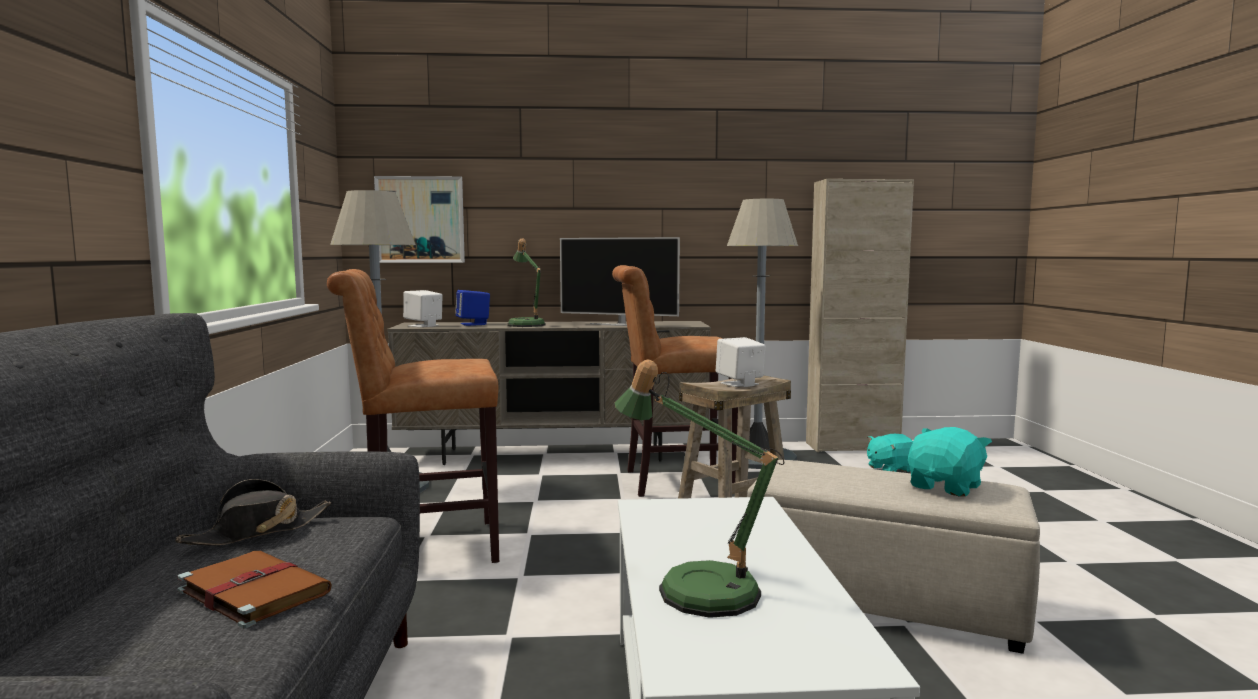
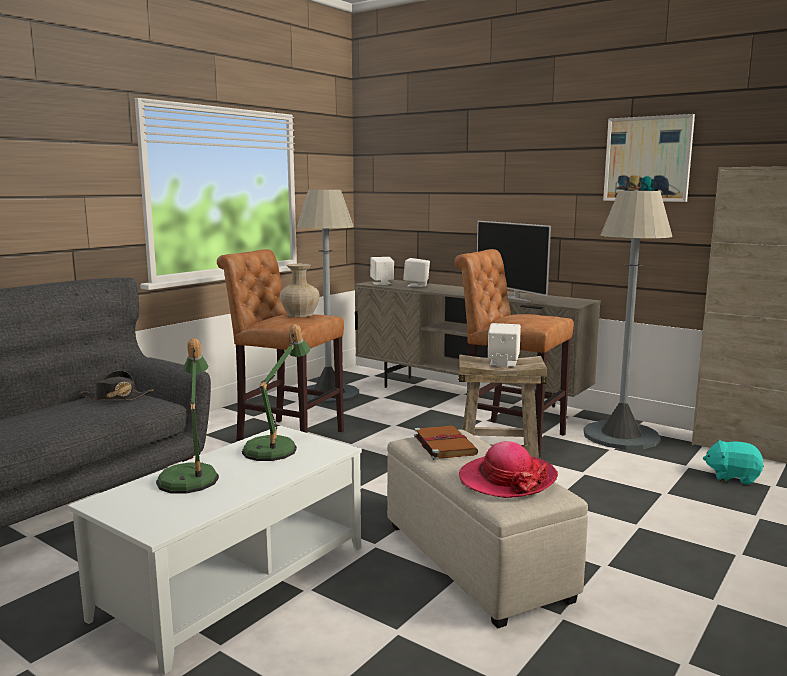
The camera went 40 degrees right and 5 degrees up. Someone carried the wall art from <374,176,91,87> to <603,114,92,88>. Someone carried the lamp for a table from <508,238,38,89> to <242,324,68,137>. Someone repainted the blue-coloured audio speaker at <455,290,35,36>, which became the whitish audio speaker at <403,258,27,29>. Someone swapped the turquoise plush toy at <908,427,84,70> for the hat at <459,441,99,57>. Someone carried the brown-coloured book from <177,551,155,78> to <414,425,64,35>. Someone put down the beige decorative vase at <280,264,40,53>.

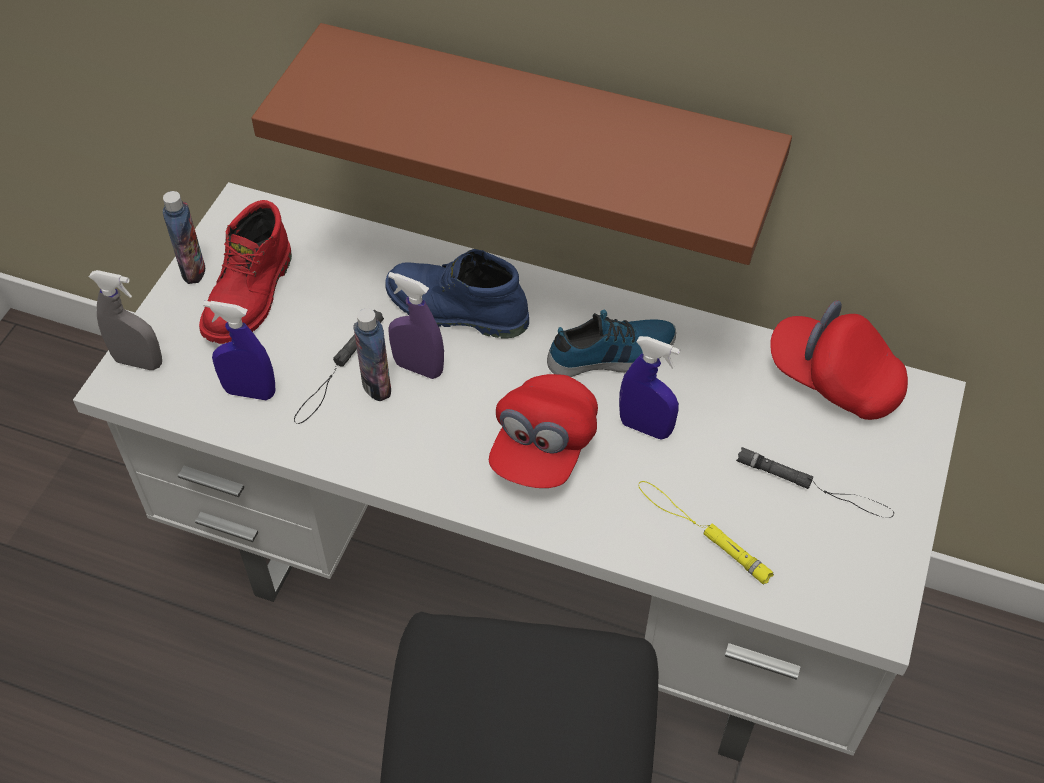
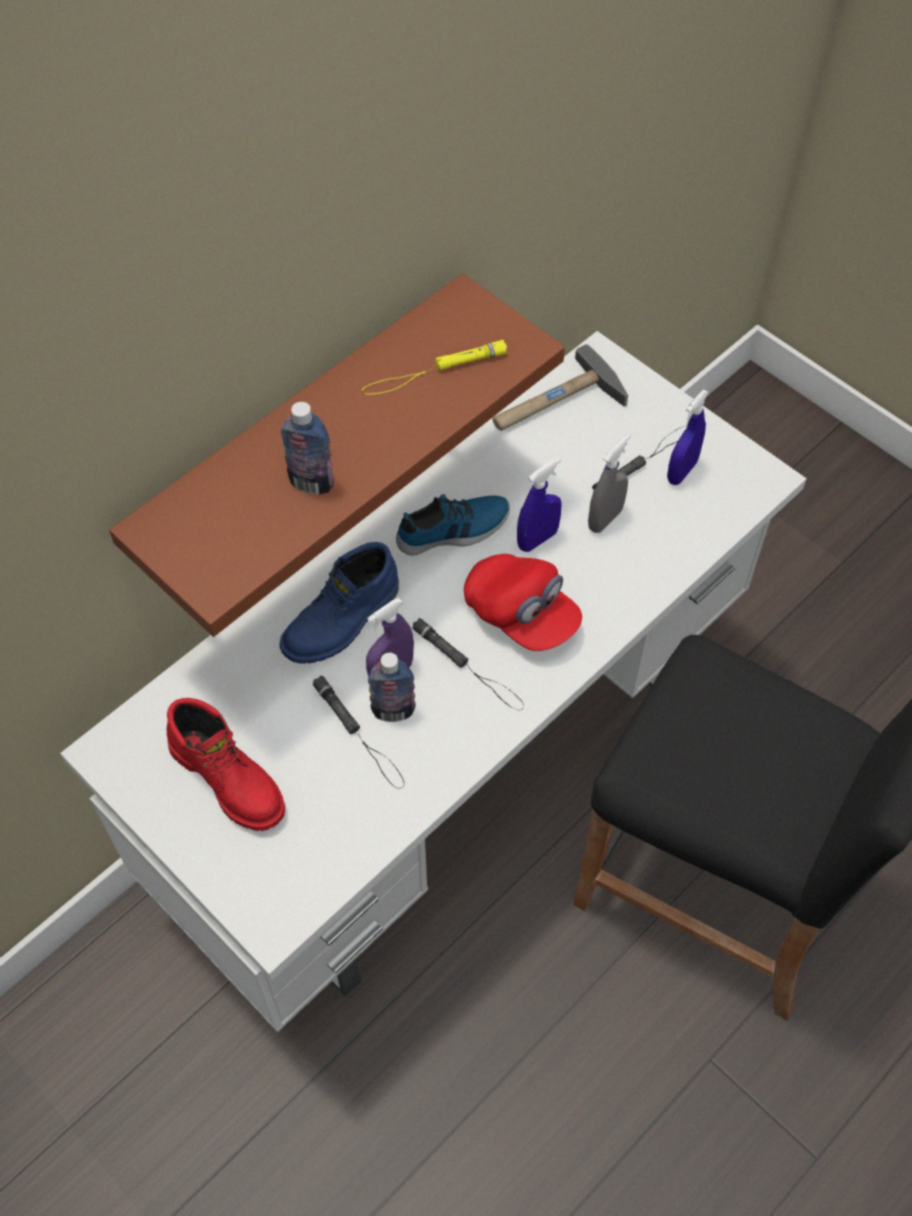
The camera went 65 degrees left and 5 degrees up. Someone carried the drink bottle from <163,191,42,93> to <281,402,54,92>. Someone carried the gray sprayer from <89,270,73,100> to <588,434,43,99>. Someone swapped the red baseball cap at <770,300,138,120> for the hammer at <493,344,135,87>. Someone carried the blue-coloured sprayer from <203,301,72,99> to <667,389,42,96>. Someone rotated the item of footwear at <547,310,129,67> by 60 degrees clockwise. Someone carried the yellowish hand torch from <638,481,136,104> to <362,340,146,55>. Someone put down the blackish hand torch at <412,618,112,92>.

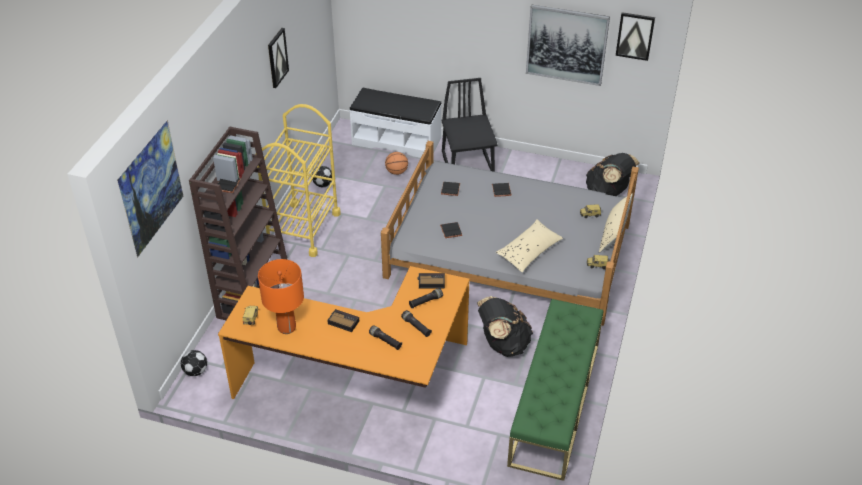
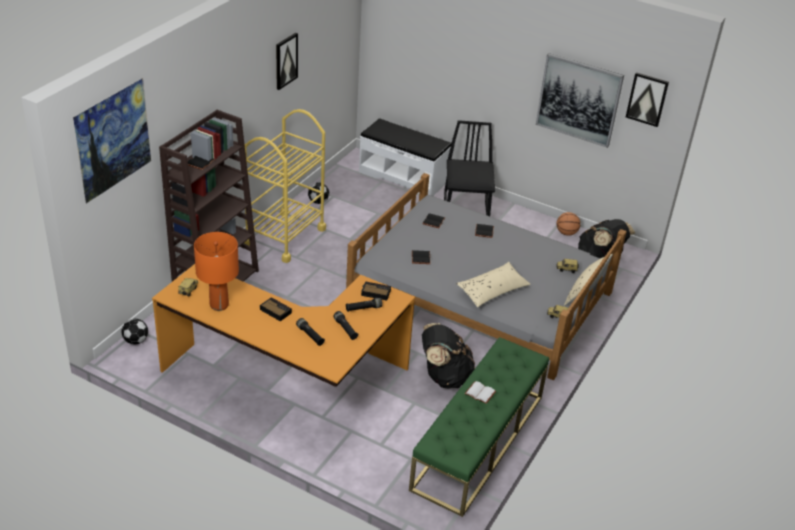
The camera went 10 degrees right and 5 degrees down. Someone carried the basketball ball from <385,152,23,23> to <556,212,25,24>. Someone put down the whitish book at <464,381,32,23>.

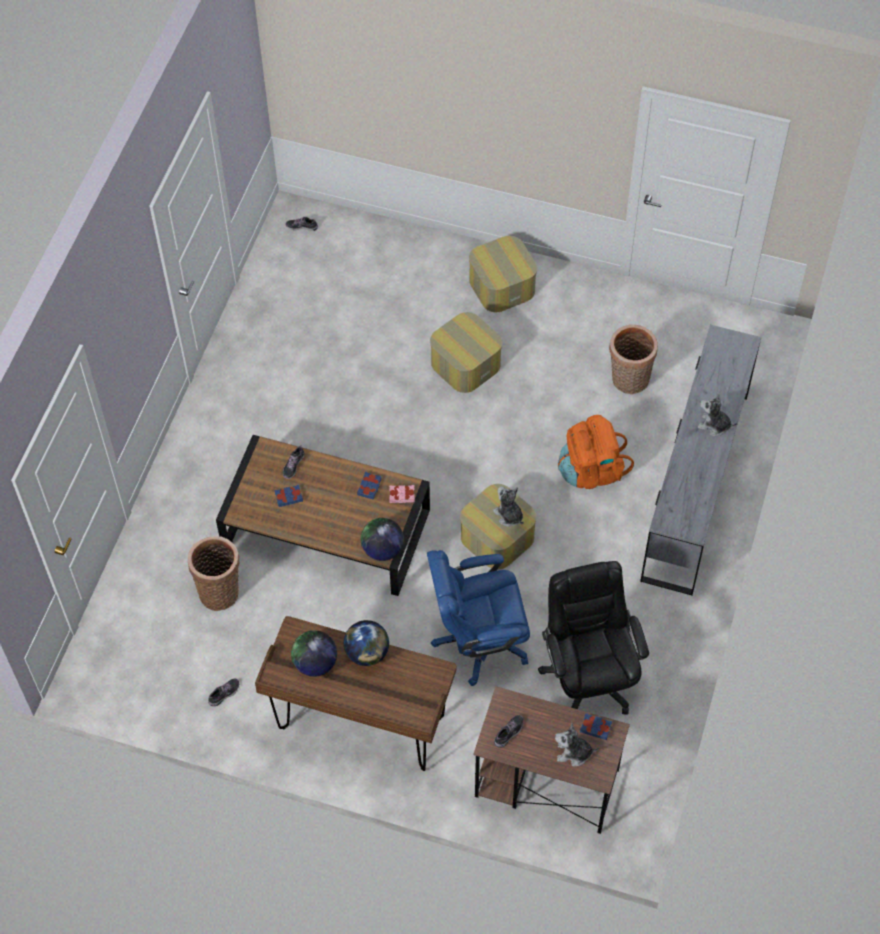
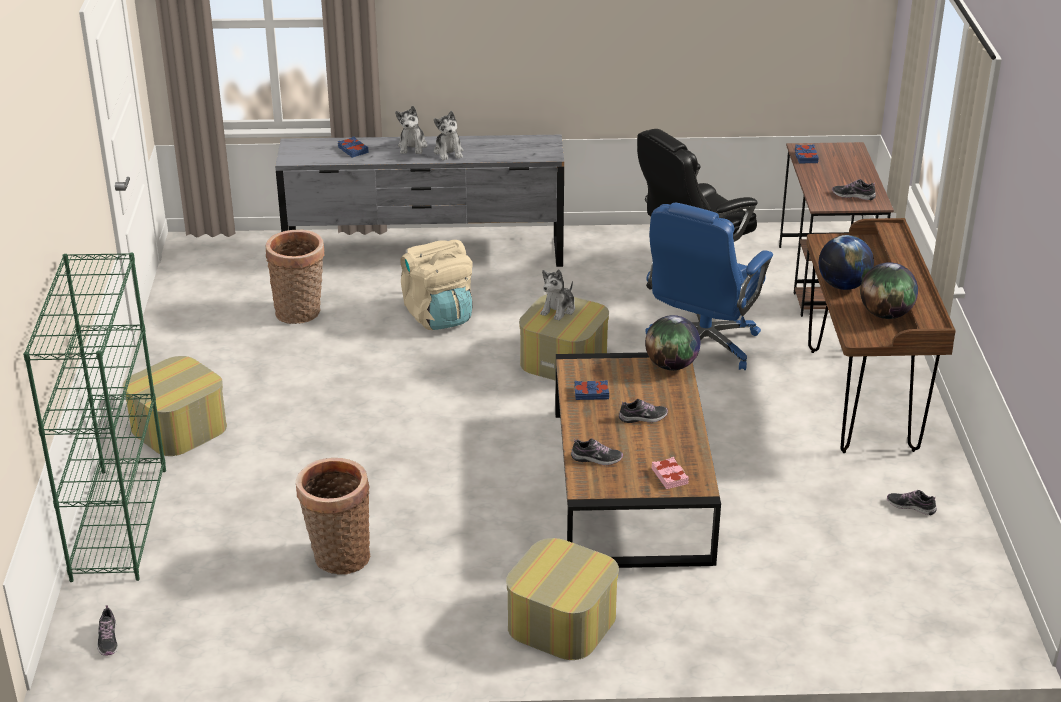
The camera went 110 degrees left and 25 degrees down. Someone carried the pouffe from <430,312,72,81> to <506,538,113,122>. Someone repainted the orange rucksack at <558,415,76,74>, which became the beige rucksack at <400,240,72,90>. Someone carried the blue-coloured book from <274,485,29,22> to <338,137,31,21>. Someone carried the pink book from <389,485,26,18> to <651,457,38,32>. Someone carried the household basket from <188,536,52,75> to <296,458,74,117>. Someone rotated the blue-coloured computer chair at <427,550,103,136> by 60 degrees clockwise. Someone carried the plush toy from <555,723,44,43> to <434,111,29,49>. Someone put down the green bookshelf at <23,253,143,329>. Someone put down the item of footwear at <619,399,49,24>.

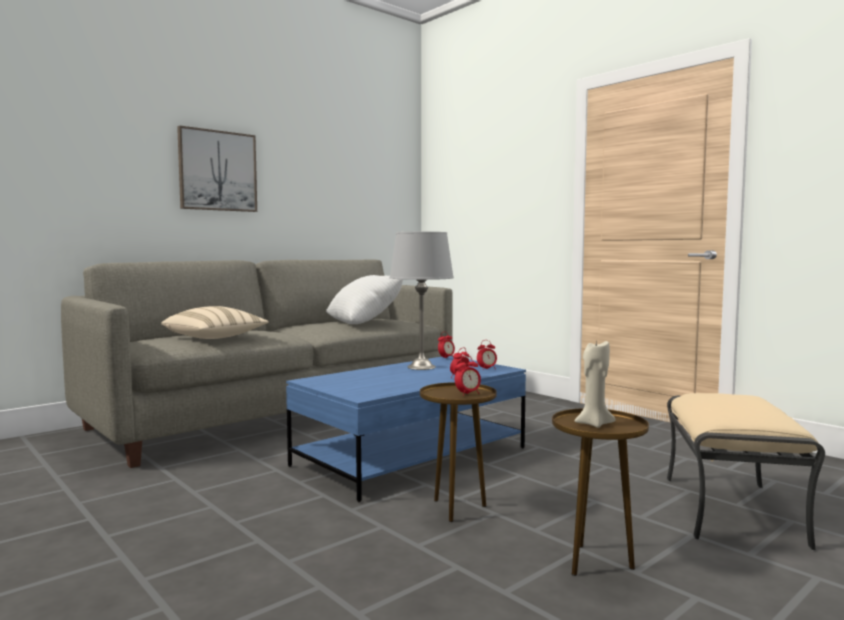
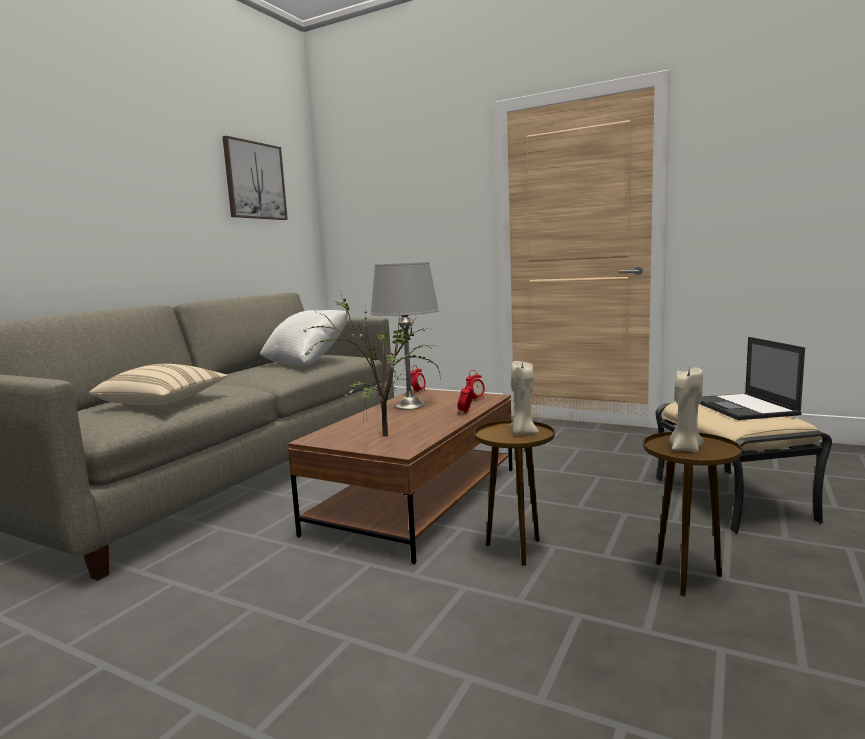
The camera went 20 degrees left and 5 degrees up. Someone carried the wall art from <177,126,80,86> to <222,136,66,84>. Someone repainted the blue-coloured low table at <286,356,240,146>, which became the brown-coloured low table at <288,389,225,175>. Someone swapped the alarm clock at <455,356,26,40> for the beige wax light at <510,361,29,74>. Someone put down the potted plant at <304,295,137,141>. Someone put down the laptop at <700,337,105,83>.

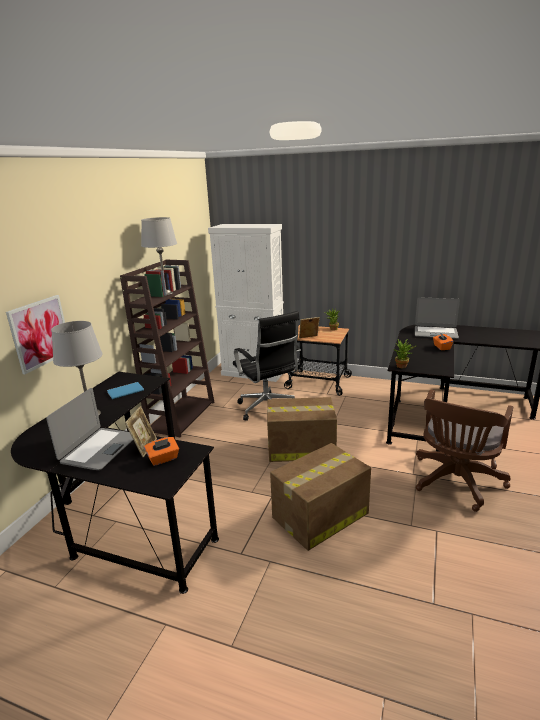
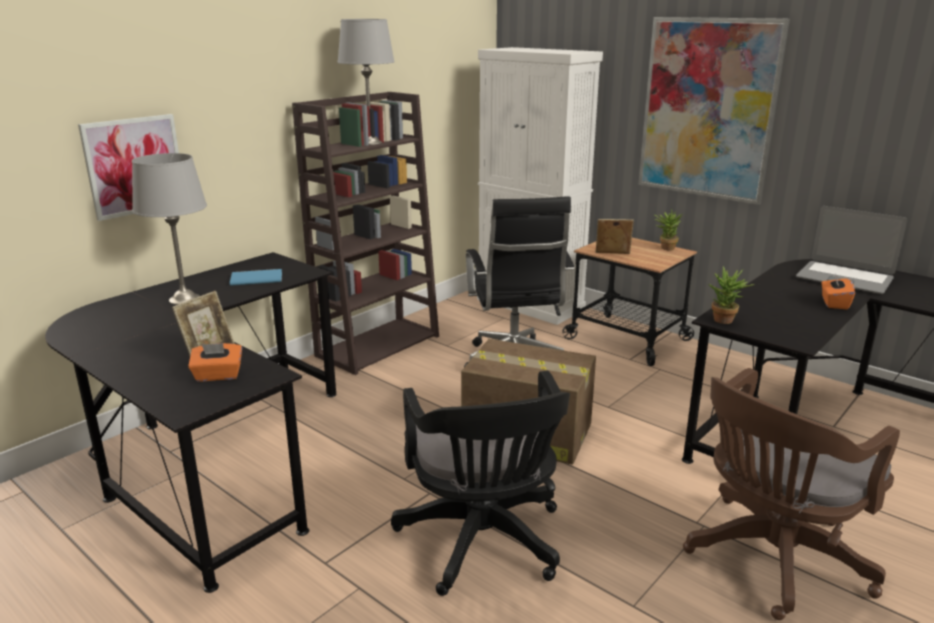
The camera went 20 degrees right and 0 degrees up. Someone took away the laptop at <46,388,87,82>. Someone swapped the cardboard box at <270,443,101,108> for the blackish computer chair at <391,371,179,225>. Someone put up the wall art at <638,17,152,188>.

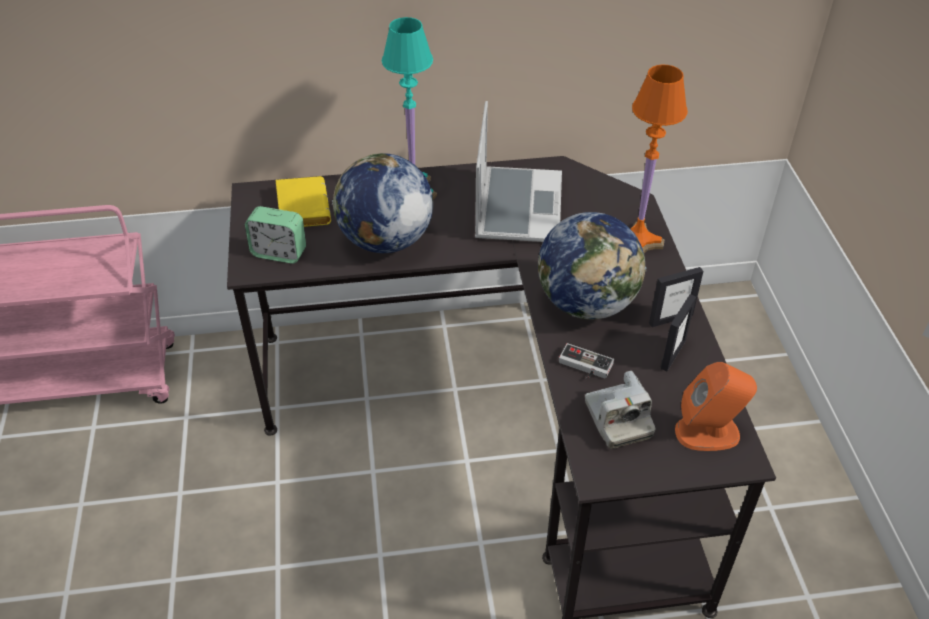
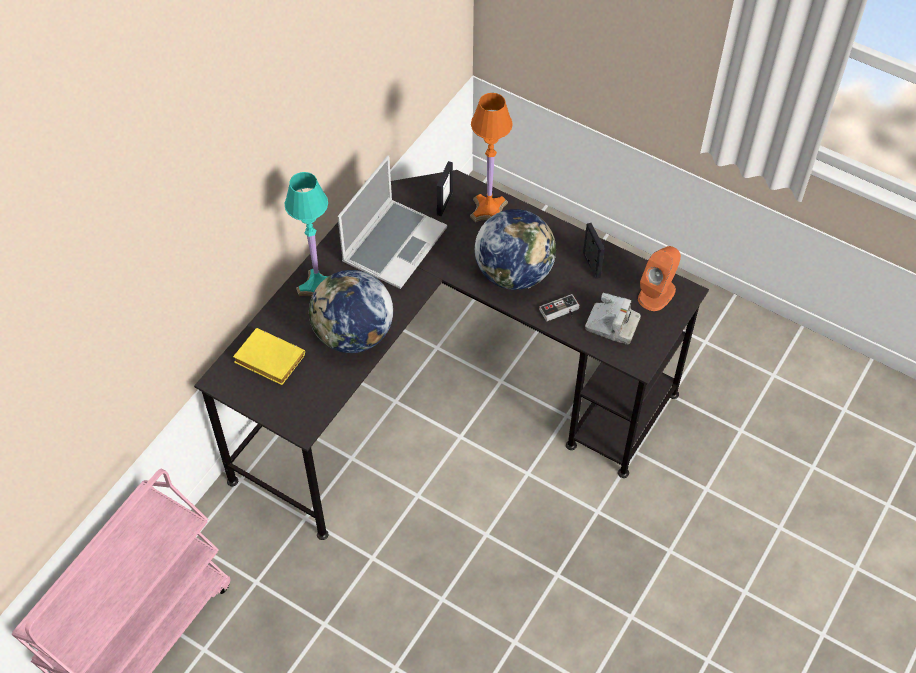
The camera went 50 degrees left and 10 degrees up. Someone rotated the laptop at <475,101,87,141> by 75 degrees clockwise. Someone took away the alarm clock at <245,206,61,58>. Someone carried the photo frame from <649,267,54,60> to <437,161,16,56>.

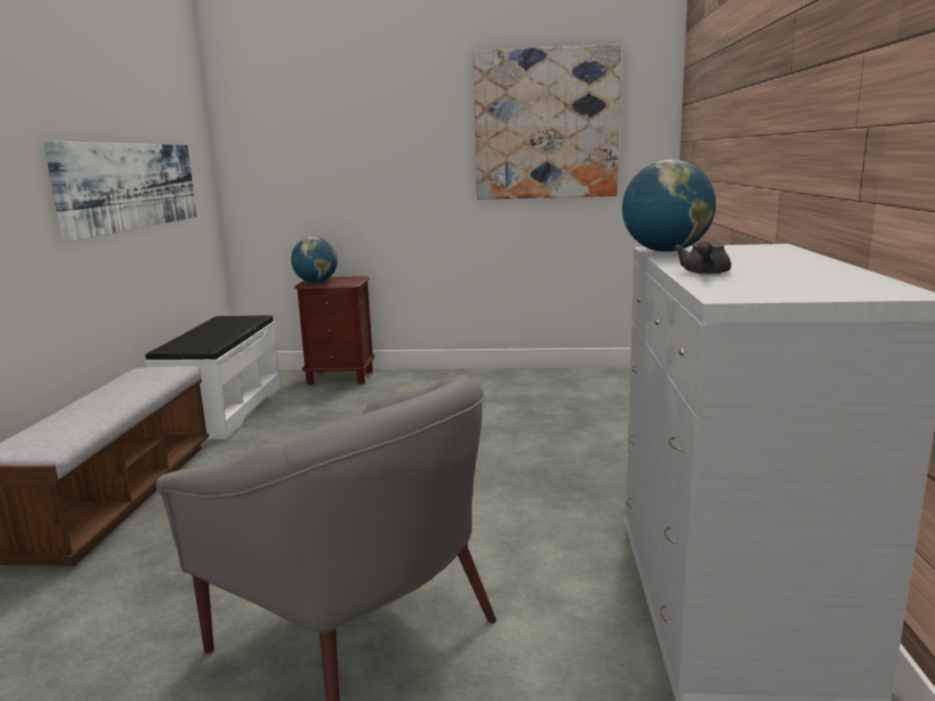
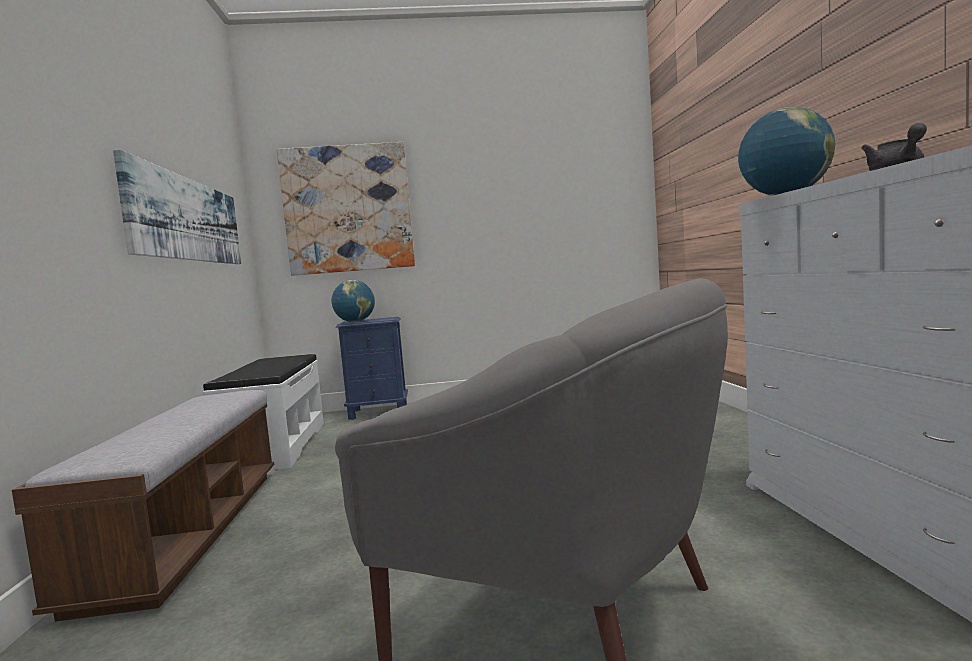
The camera went 10 degrees left and 10 degrees down. Someone carried the wall art from <473,44,148,156> to <277,142,138,134>. Someone repainted the brown-coloured nightstand at <294,276,81,109>, which became the blue-coloured nightstand at <336,317,72,103>.

